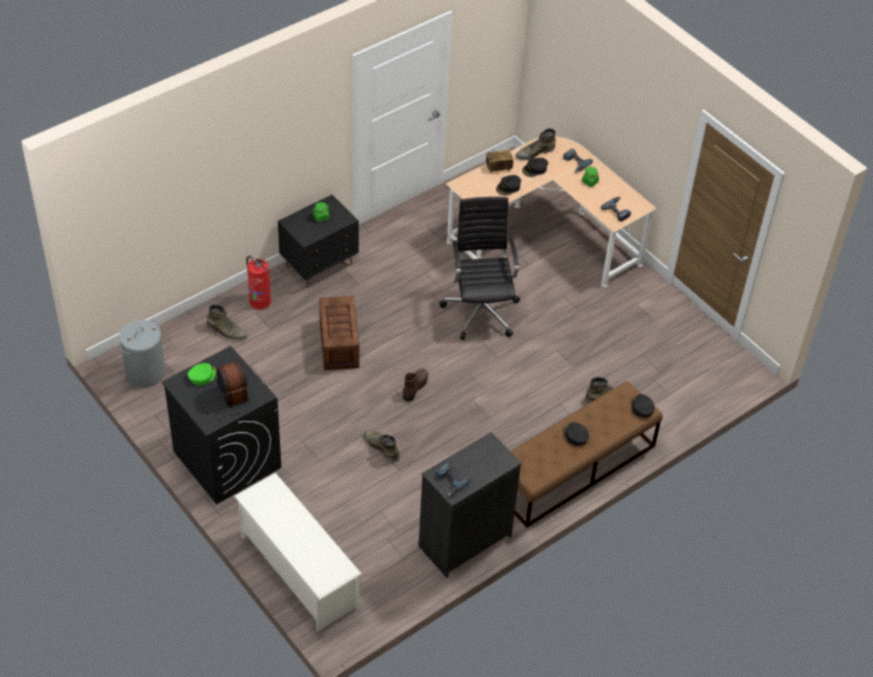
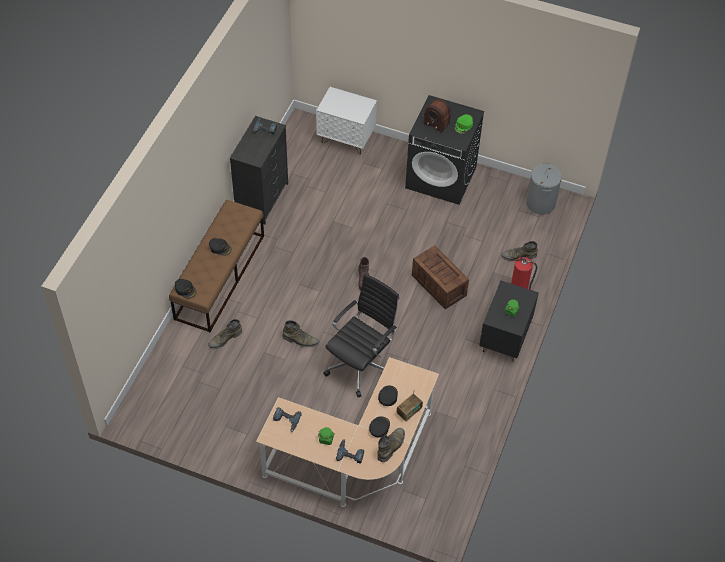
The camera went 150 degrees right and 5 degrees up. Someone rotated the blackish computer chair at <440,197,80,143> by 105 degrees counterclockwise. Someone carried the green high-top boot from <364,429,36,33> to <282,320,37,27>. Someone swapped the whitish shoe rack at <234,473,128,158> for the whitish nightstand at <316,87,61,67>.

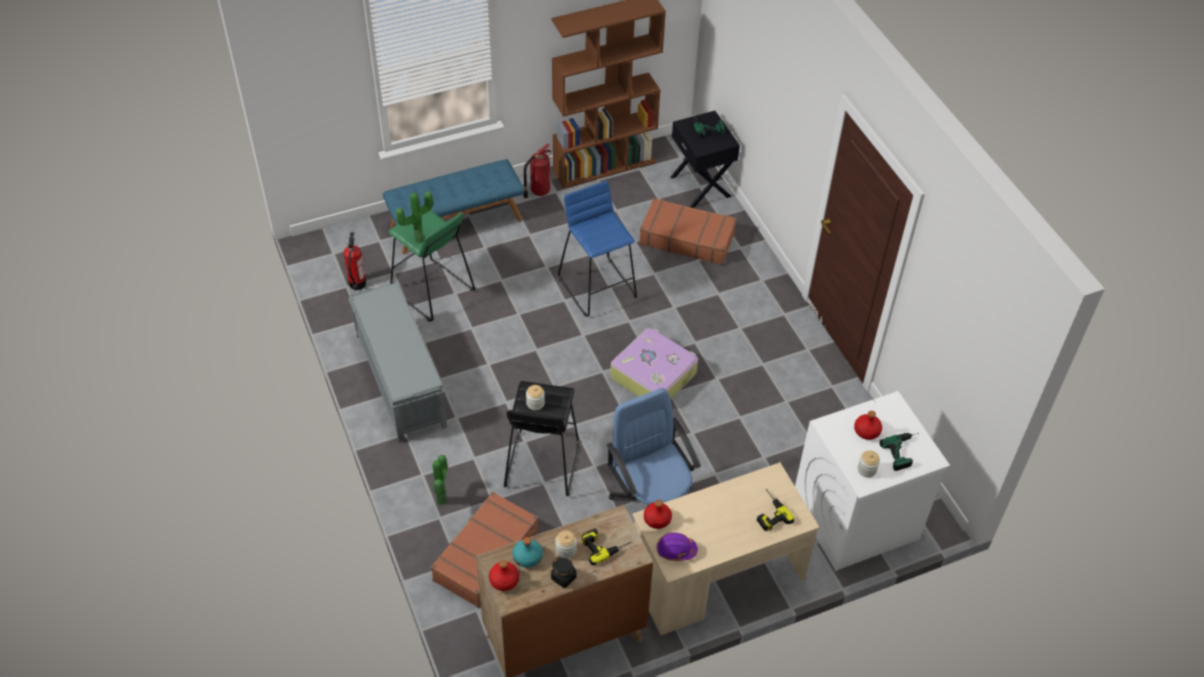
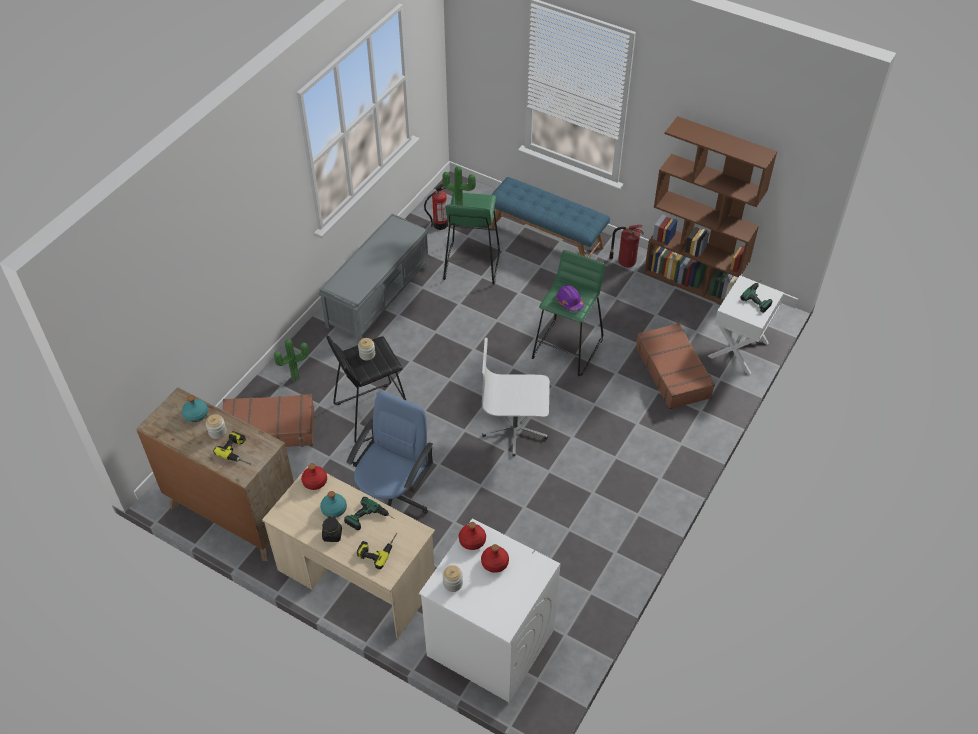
The camera went 55 degrees right and 0 degrees up. Someone repainted the blackish nightstand at <670,111,70,97>, which became the whitish nightstand at <708,276,76,99>. Someone repainted the blue-coloured stool seat at <558,181,79,136>, which became the green stool seat at <532,250,73,126>. Someone swapped the travel case at <610,328,88,71> for the whitish computer chair at <482,338,68,119>. Someone carried the drill from <880,433,39,38> to <344,497,50,33>. Someone carried the purple-coloured work helmet from <657,533,41,28> to <556,285,28,26>. Someone carried the blackish preserve jar from <551,558,26,30> to <322,516,20,26>. Someone carried the red drink bottle from <489,560,30,31> to <459,522,27,28>. Someone put down the turquoise drink bottle at <320,491,27,27>.

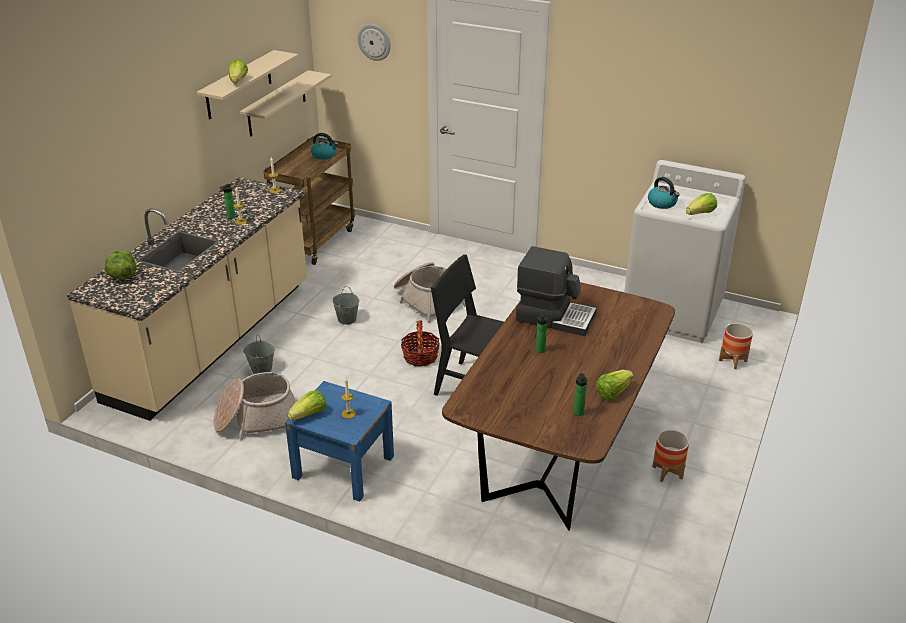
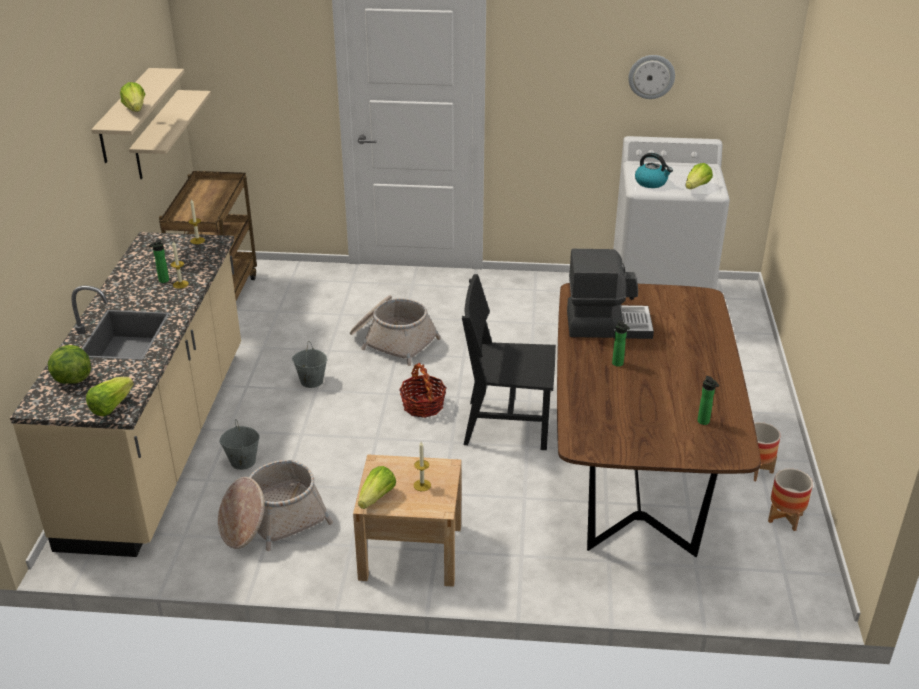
The camera went 20 degrees left and 0 degrees up. Someone carried the hanging clock from <358,24,33,37> to <628,55,47,44>. Someone took away the kettle at <311,133,27,27>. Someone carried the planter from <719,323,34,46> to <768,469,45,62>. Someone carried the head of lettuce from <596,370,38,31> to <86,377,48,39>. Someone repainted the blue-coloured nightstand at <285,381,109,121>, which became the beige nightstand at <353,455,108,132>.

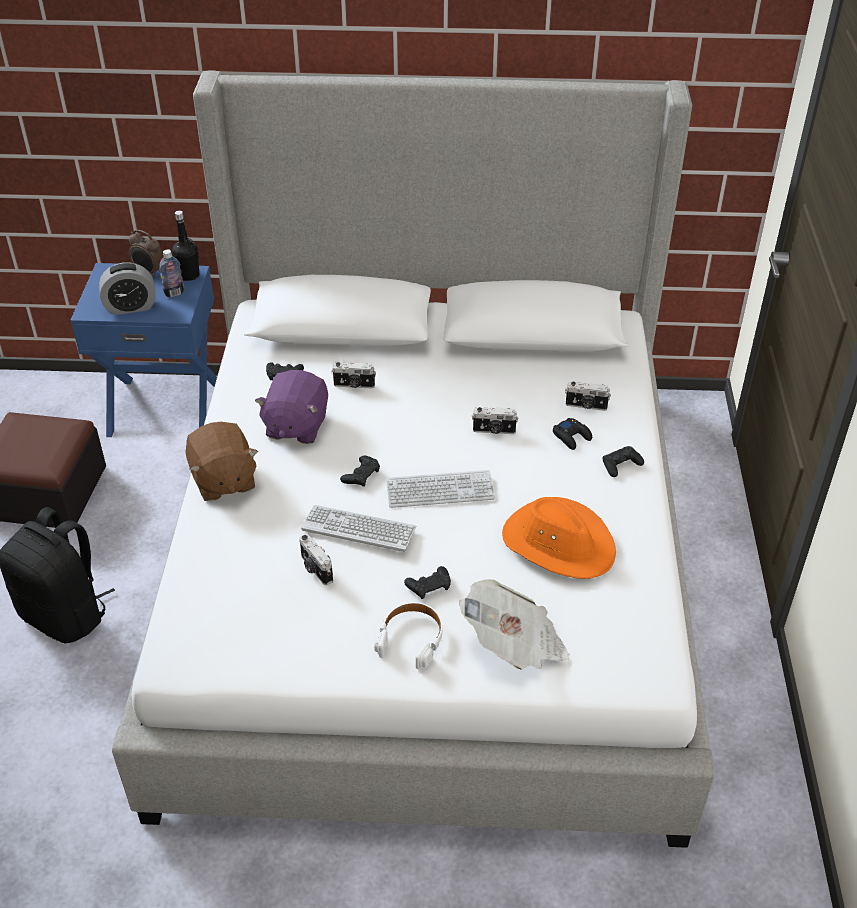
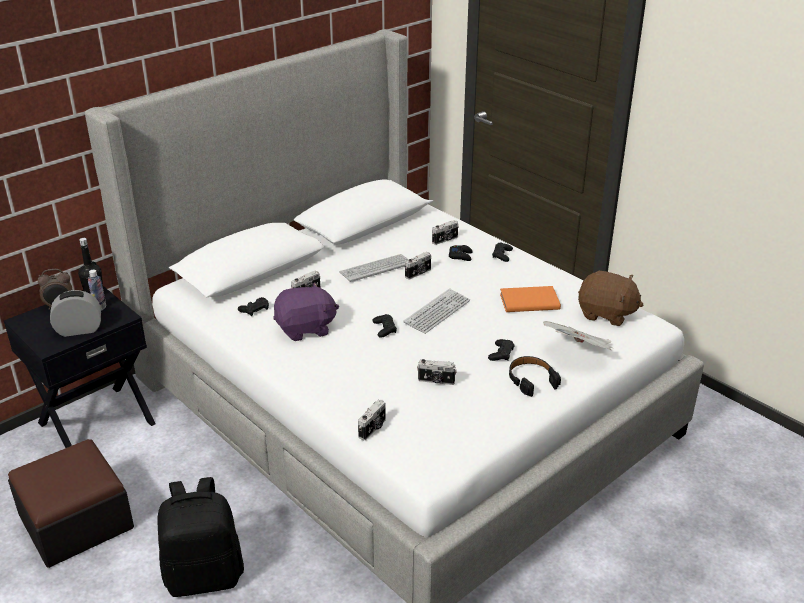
The camera went 45 degrees left and 10 degrees down. Someone rotated the alarm clock at <99,262,57,53> by 135 degrees counterclockwise. Someone repainted the blue-coloured nightstand at <70,263,147,174>, which became the blackish nightstand at <4,286,151,162>. Someone rotated the purple-coloured plush toy at <255,370,73,74> by 75 degrees counterclockwise. Someone carried the brown-coloured plush toy from <185,422,73,79> to <578,271,65,55>. Someone swapped the orange hat at <502,497,114,82> for the orange book at <500,286,61,26>. Someone carried the PC keyboard from <301,505,115,47> to <339,254,70,28>. Someone repainted the whitish headset at <374,602,68,67>, which became the blackish headset at <509,356,52,41>. Someone put down the still camera at <358,400,28,40>.

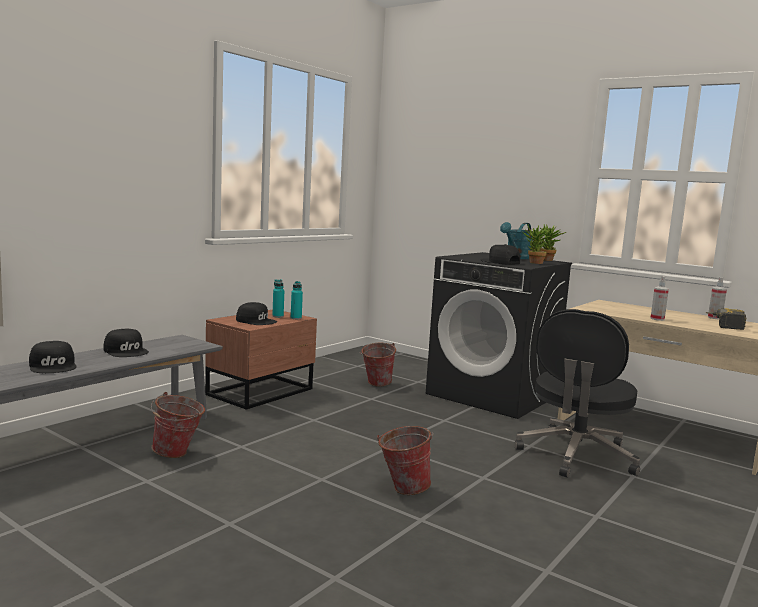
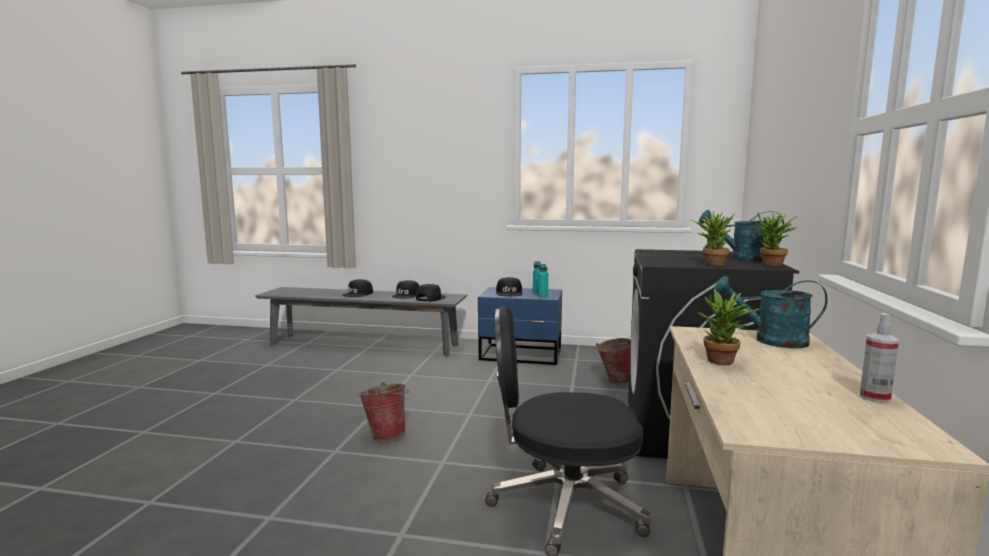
The camera went 65 degrees right and 0 degrees up. Someone carried the blackish baseball cap from <481,244,39,21> to <416,284,30,18>. Someone swapped the sprayer at <650,276,19,45> for the potted plant at <697,289,64,76>. Someone took away the drill at <706,308,40,22>. Someone repainted the brown-coloured nightstand at <205,309,112,101>, which became the blue-coloured nightstand at <478,287,84,78>. Someone took away the bucket at <151,392,54,66>. Someone put down the turquoise watering can at <714,276,114,72>.

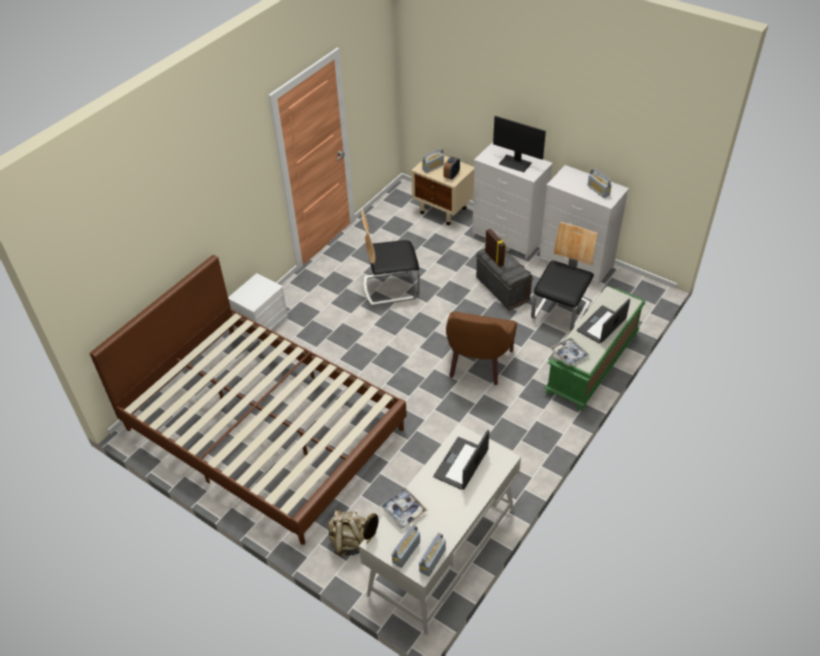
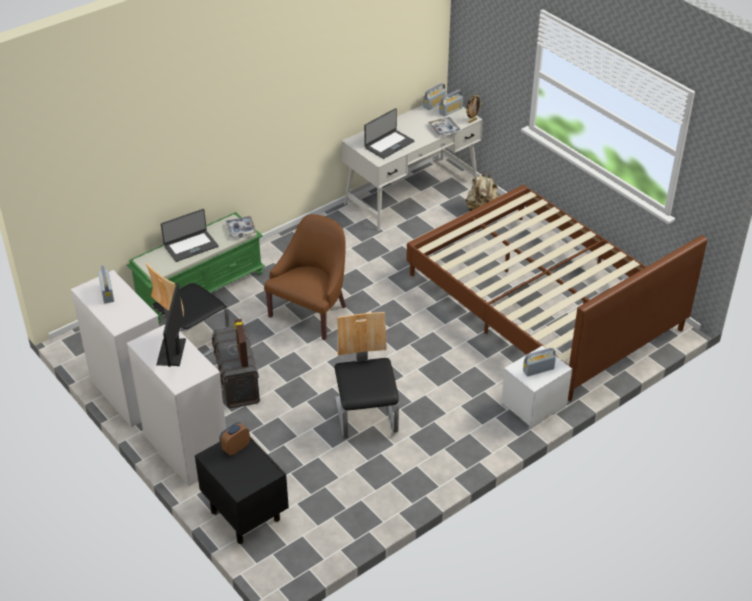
The camera went 165 degrees left and 5 degrees down. Someone rotated the computer display at <493,116,53,56> by 135 degrees counterclockwise. Someone carried the radio receiver from <422,148,22,25> to <523,348,33,29>. Someone repainted the beige nightstand at <411,152,63,73>, which became the blackish nightstand at <195,437,94,107>. Someone rotated the chair at <362,209,58,97> by 105 degrees counterclockwise.

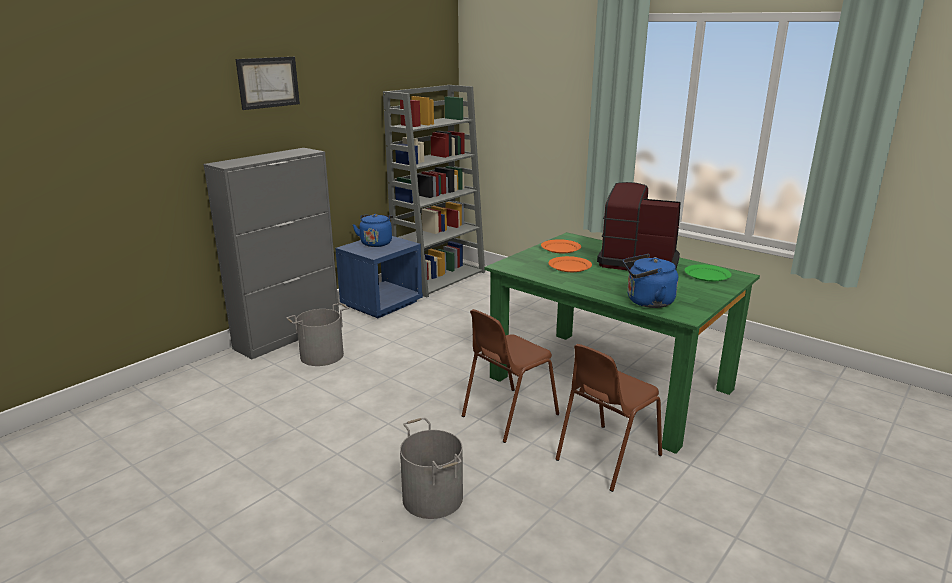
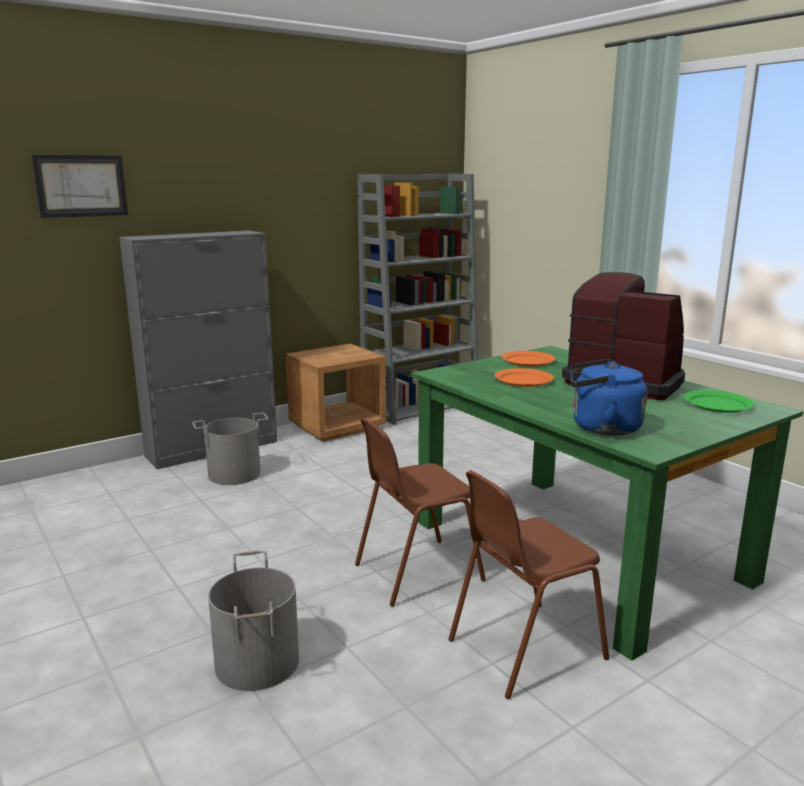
The camera went 15 degrees right and 5 degrees down. Someone carried the wall art from <236,57,64,53> to <31,155,97,63>. Someone took away the blue-coloured kettle at <353,214,40,33>. Someone repainted the blue-coloured nightstand at <335,236,88,82>, which became the brown-coloured nightstand at <286,344,100,97>.

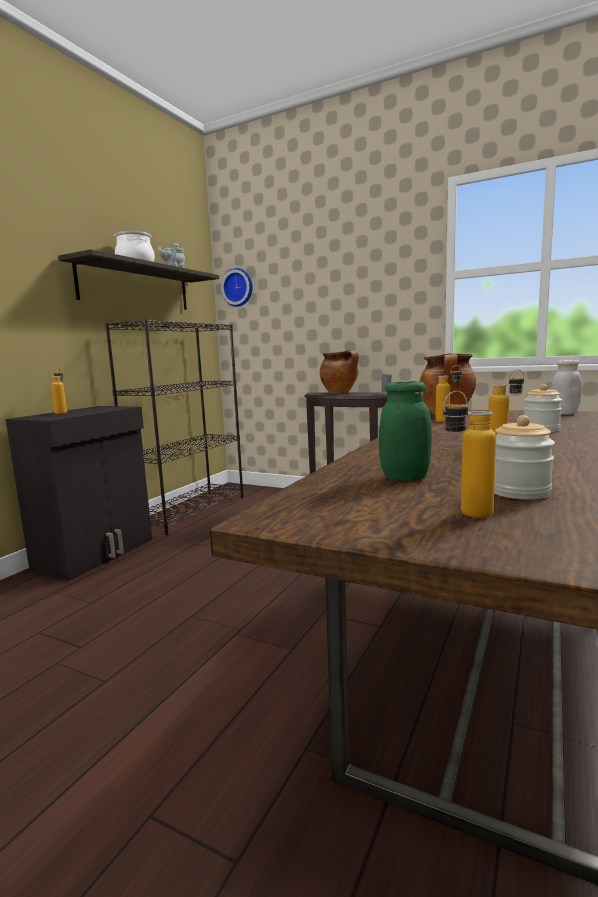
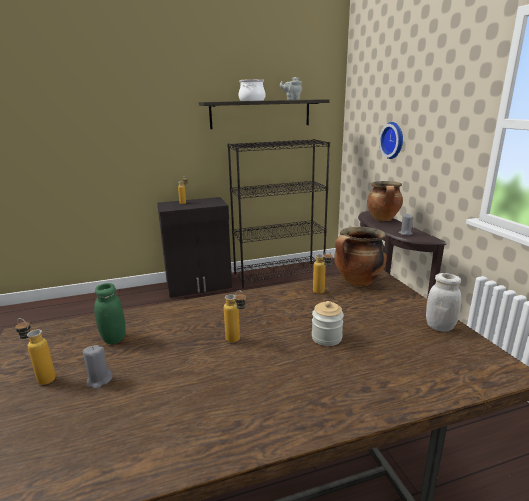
The camera went 45 degrees right and 10 degrees up. Someone carried the hanging clock from <221,268,32,39> to <379,122,24,37>. Someone swapped the preserve jar at <494,415,61,84> for the gray wax light at <83,345,30,44>.

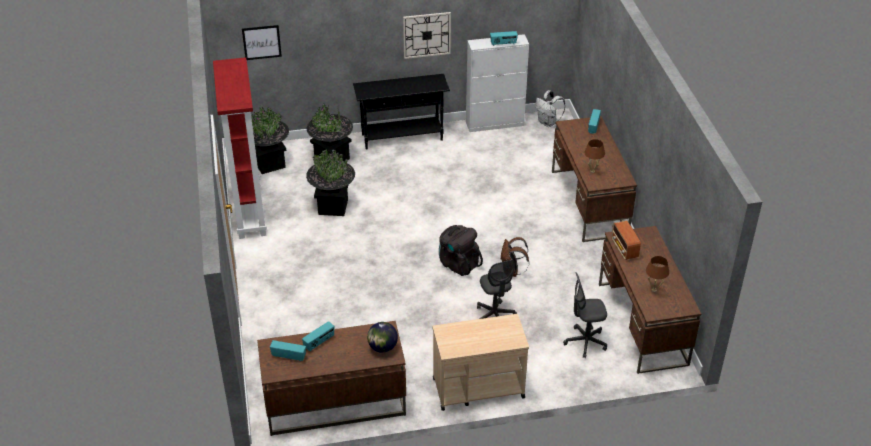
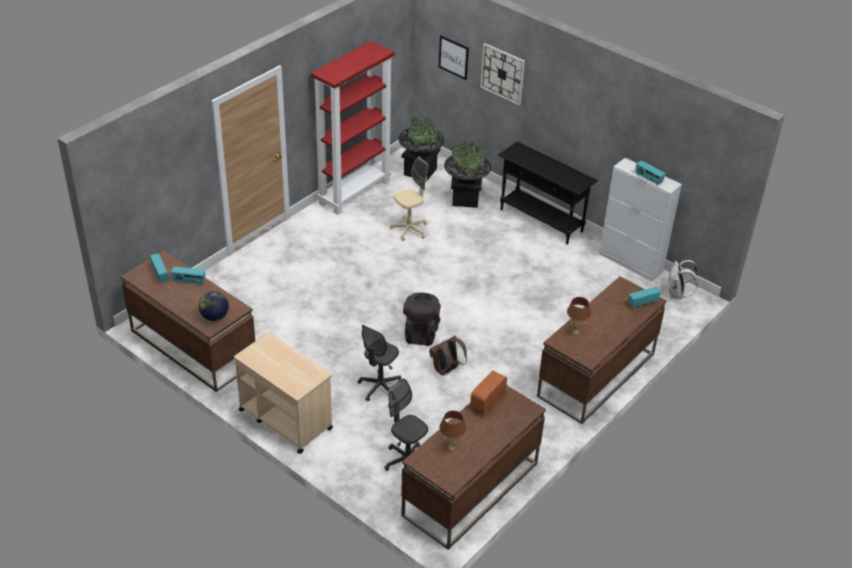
The camera went 50 degrees right and 0 degrees up. Someone carried the hanging clock from <403,12,48,47> to <480,43,45,62>. Someone swapped the blackish planter at <306,149,49,67> for the beige computer chair at <390,157,38,84>.

